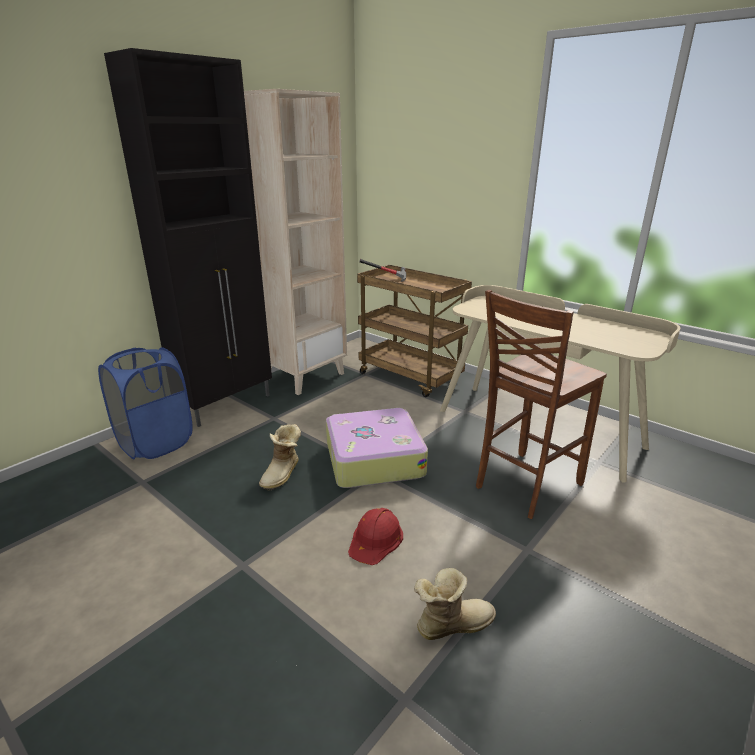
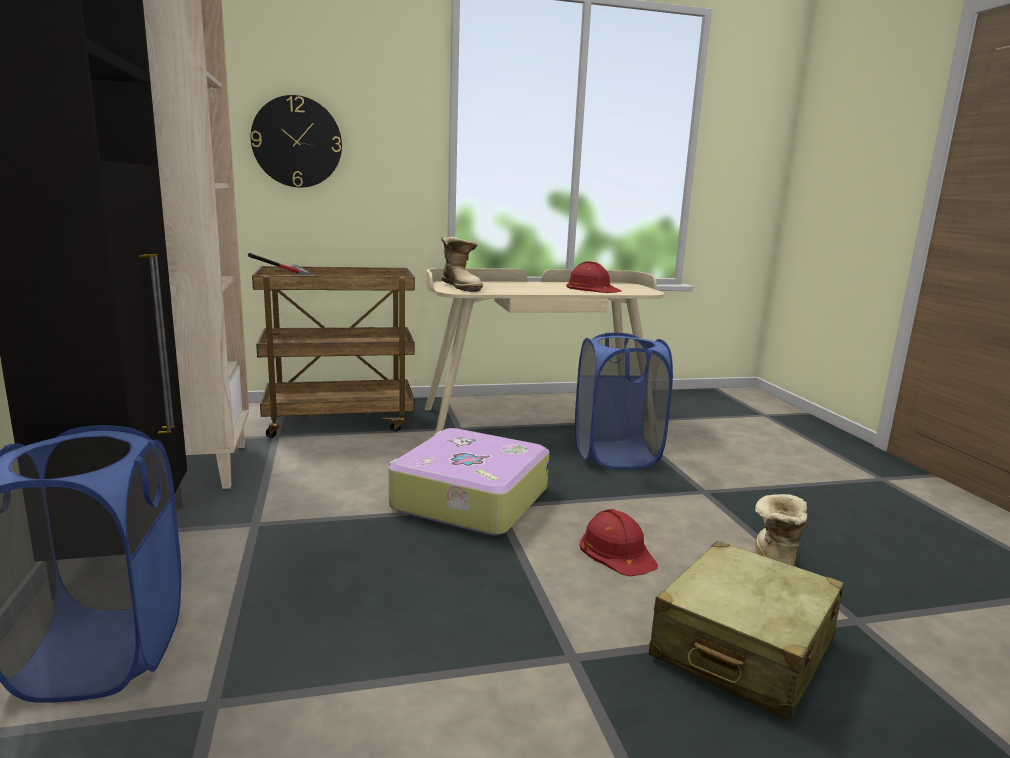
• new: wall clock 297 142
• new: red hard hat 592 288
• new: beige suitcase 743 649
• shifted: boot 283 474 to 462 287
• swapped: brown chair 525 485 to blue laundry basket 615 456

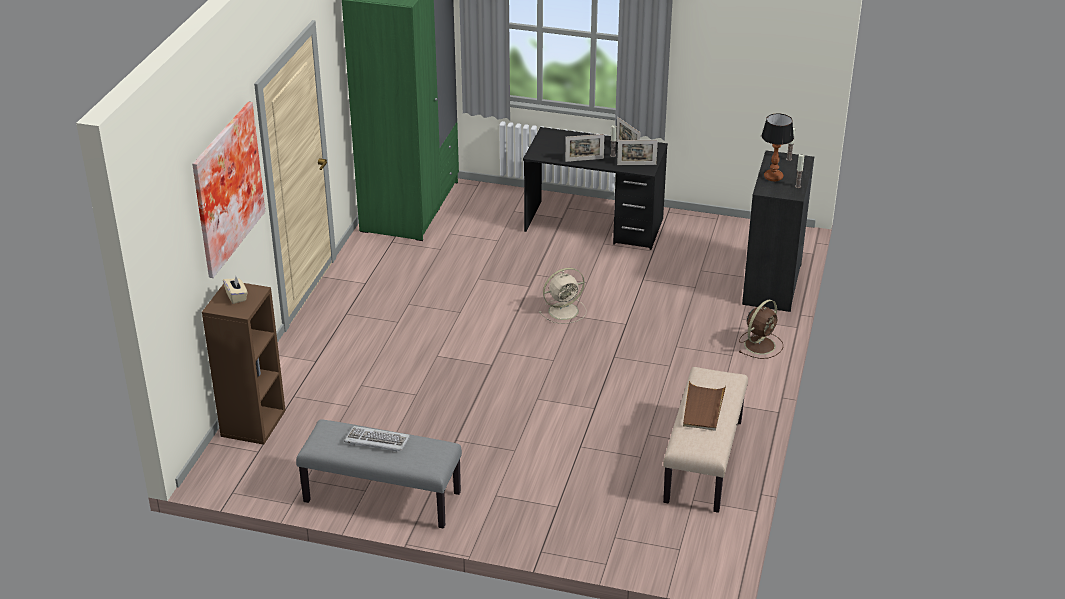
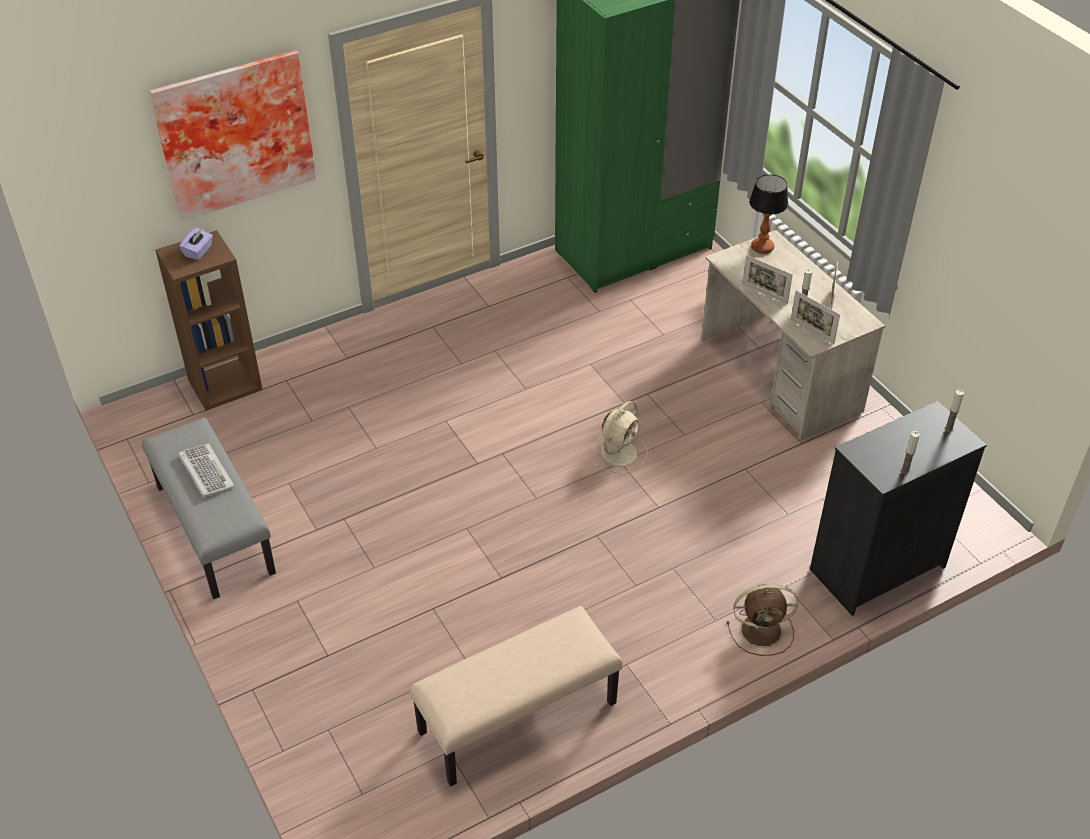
• gone: brown tray 703 408
• shifted: table lamp 773 177 to 762 247
• repainted: beige tissue box 236 296 to purple tissue box 198 251
• repainted: black desk 594 225 to beige desk 779 376
• rotated: beige fan 564 311 = 620 452 75 degrees counterclockwise

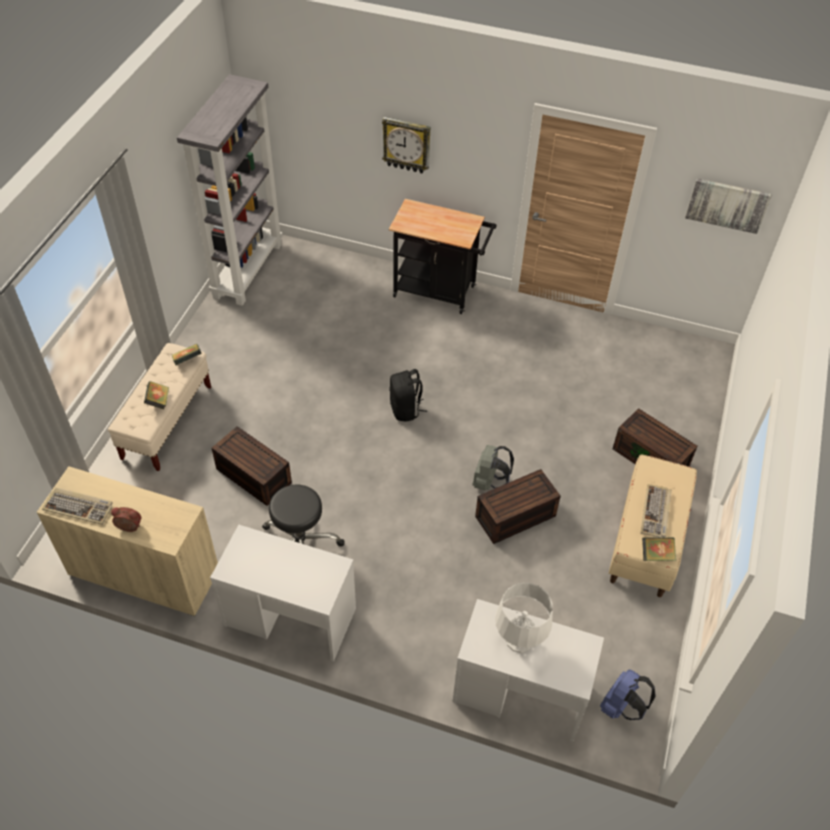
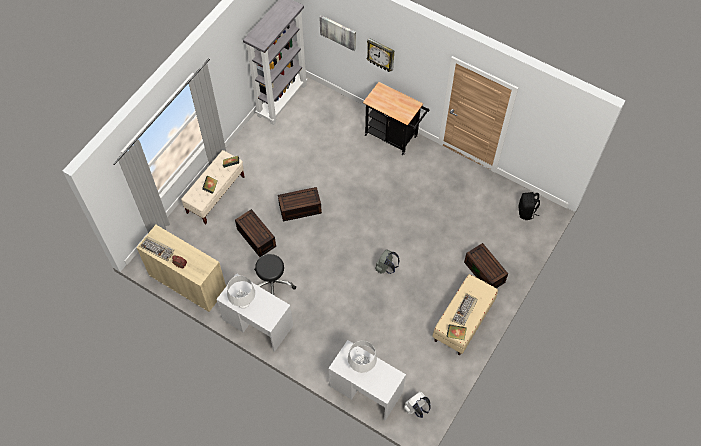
• new: white table lamp 243 302
• shifted: black backpack 405 409 to 526 212
• shifted: brown storage box 515 517 to 299 209
• shifted: picture 727 205 to 338 32
• repainted: blue backpack 621 706 to white backpack 416 408

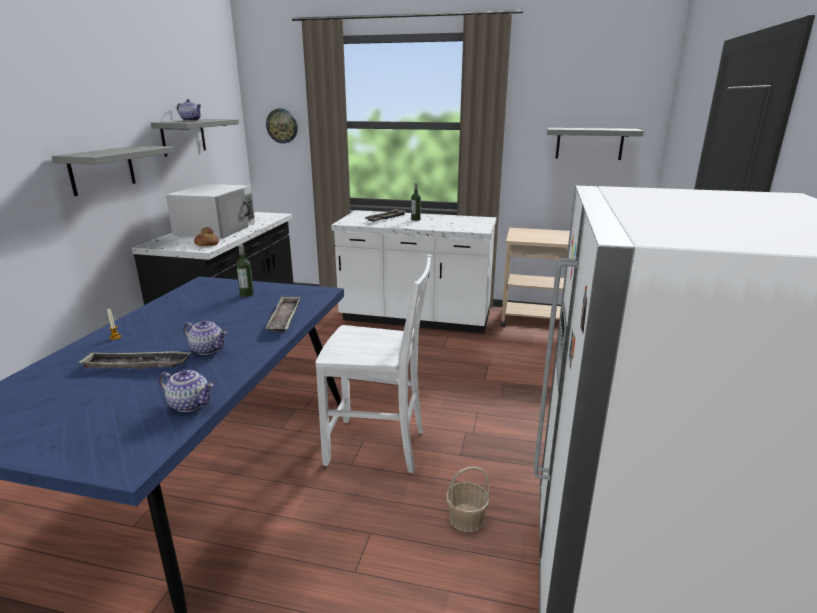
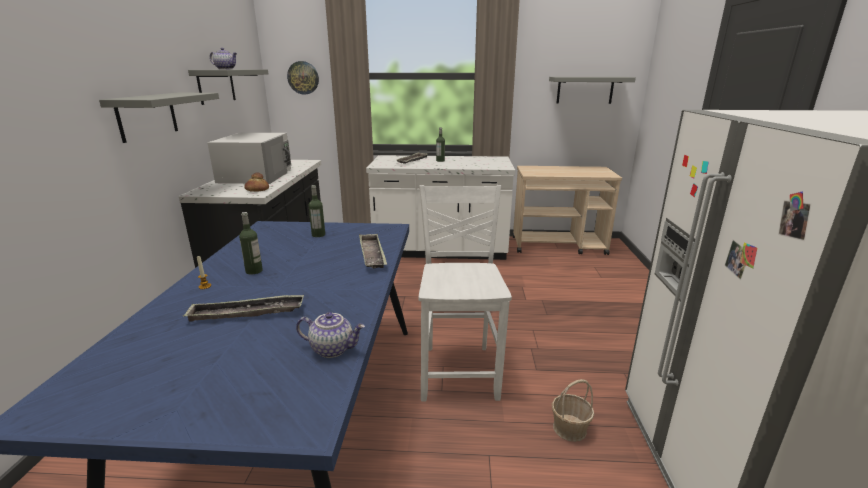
• gone: teapot 208 349
• new: bottle 254 271
• rotated: white chair 378 447 = 459 371 90 degrees counterclockwise

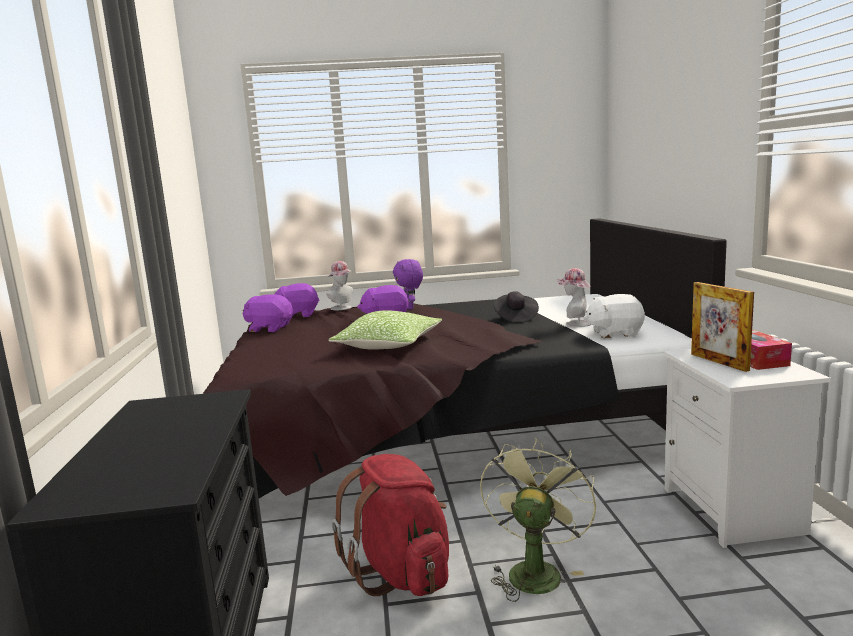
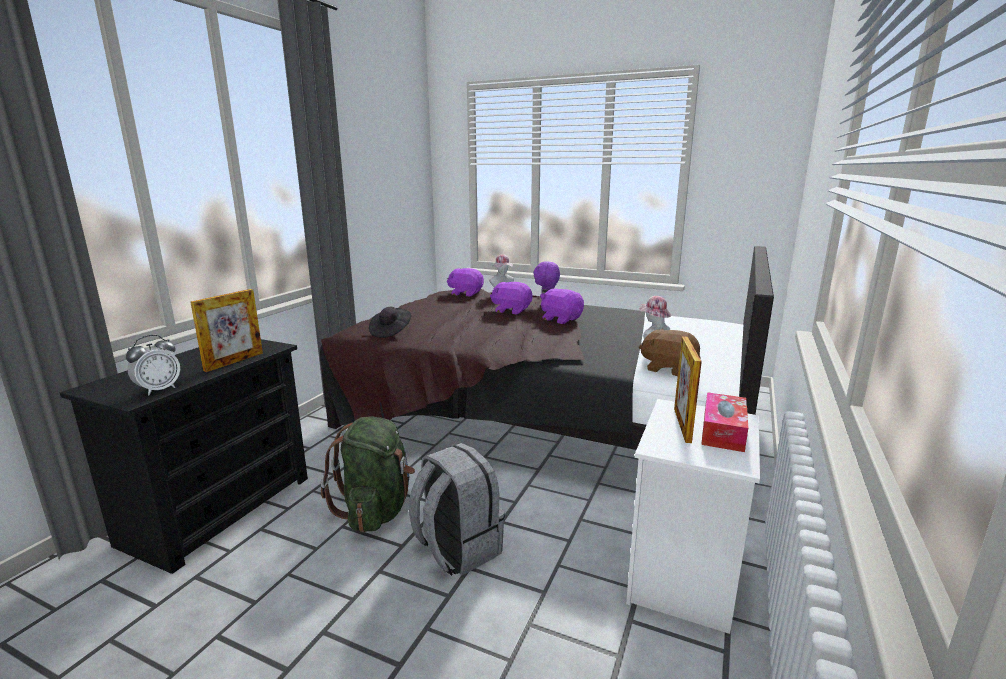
• gone: pillow 389 345
• new: alarm clock 159 390
• new: picture frame 234 361
• shifted: purple plush toy 269 328 to 561 319
• shifted: black hat 515 318 to 390 332
• swapped: green fan 534 570 to grey backpack 456 549
• repainted: red backpack 402 573 to green backpack 376 510
• repainted: white plush toy 614 333 to brown plush toy 668 368

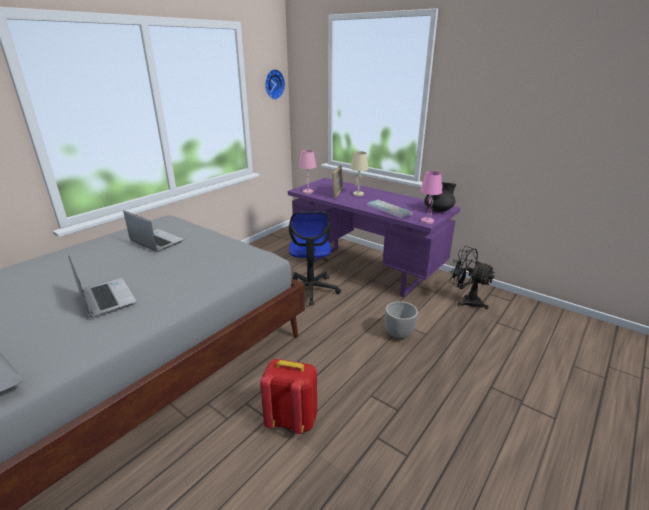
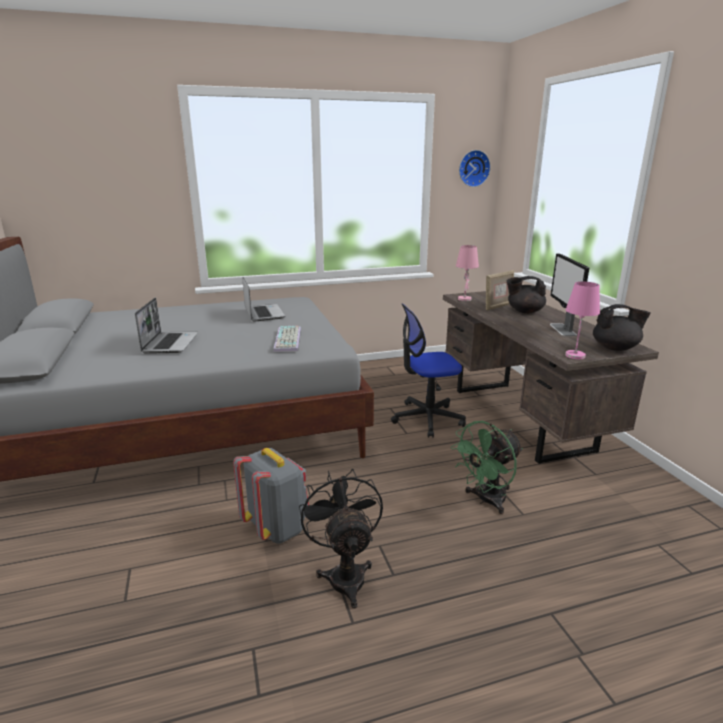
• new: monitor 562 329
• shifted: keyboard 389 209 to 289 340
• shifted: black fan 466 300 to 345 574
• swapped: beige table lamp 358 194 to black teapot 524 311
• swapped: planter 399 334 to green fan 486 500
• repainted: red backpack 291 420 to grey backpack 277 528
• repainted: purple desk 366 269 to brown desk 521 418
• rotated: office chair 310 290 = 427 418 45 degrees clockwise

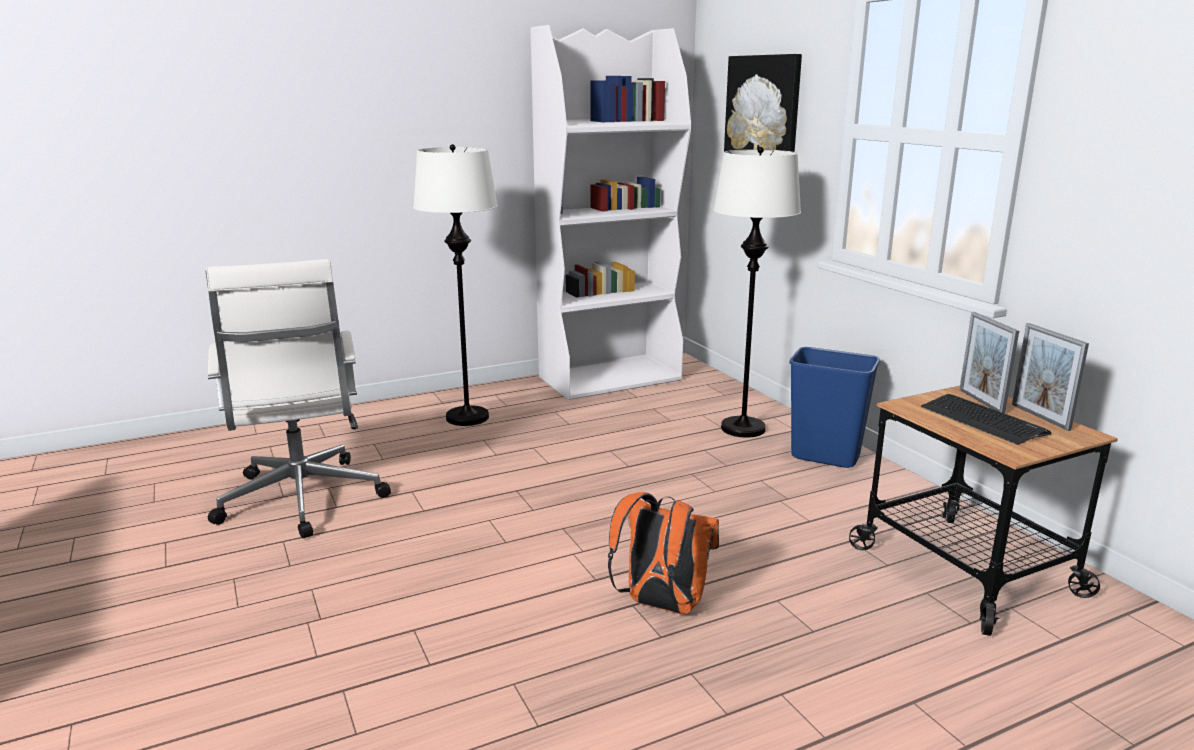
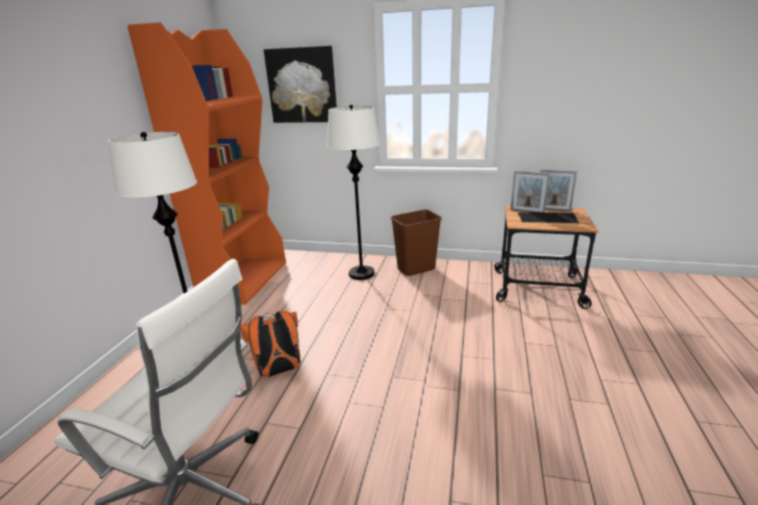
• shifted: orange backpack 660 605 to 278 371
• repainted: white bookcase 610 378 to orange bookcase 244 280
• repainted: blue trash can 826 457 to brown trash can 416 269

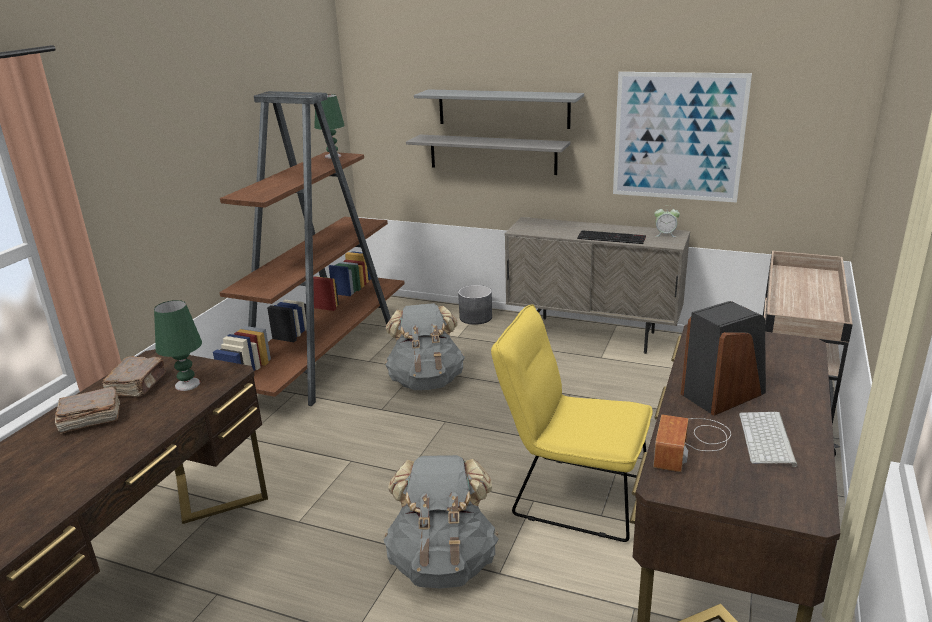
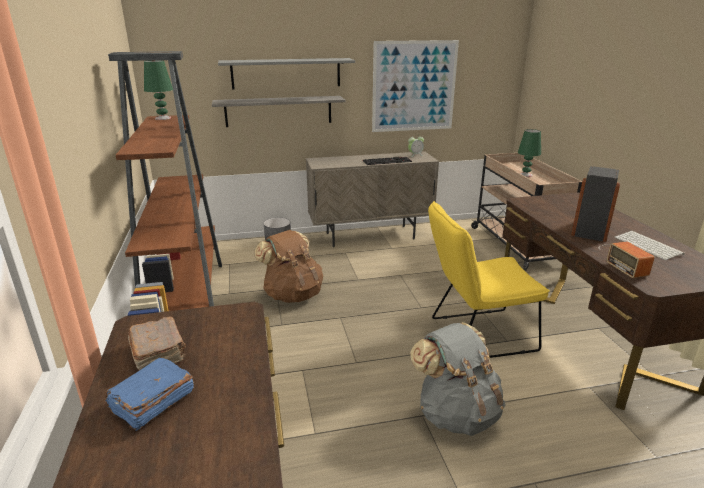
• shifted: green table lamp 187 384 to 525 175
• repainted: brown book 90 419 to blue book 152 403
• repainted: grey backpack 426 381 to brown backpack 293 294

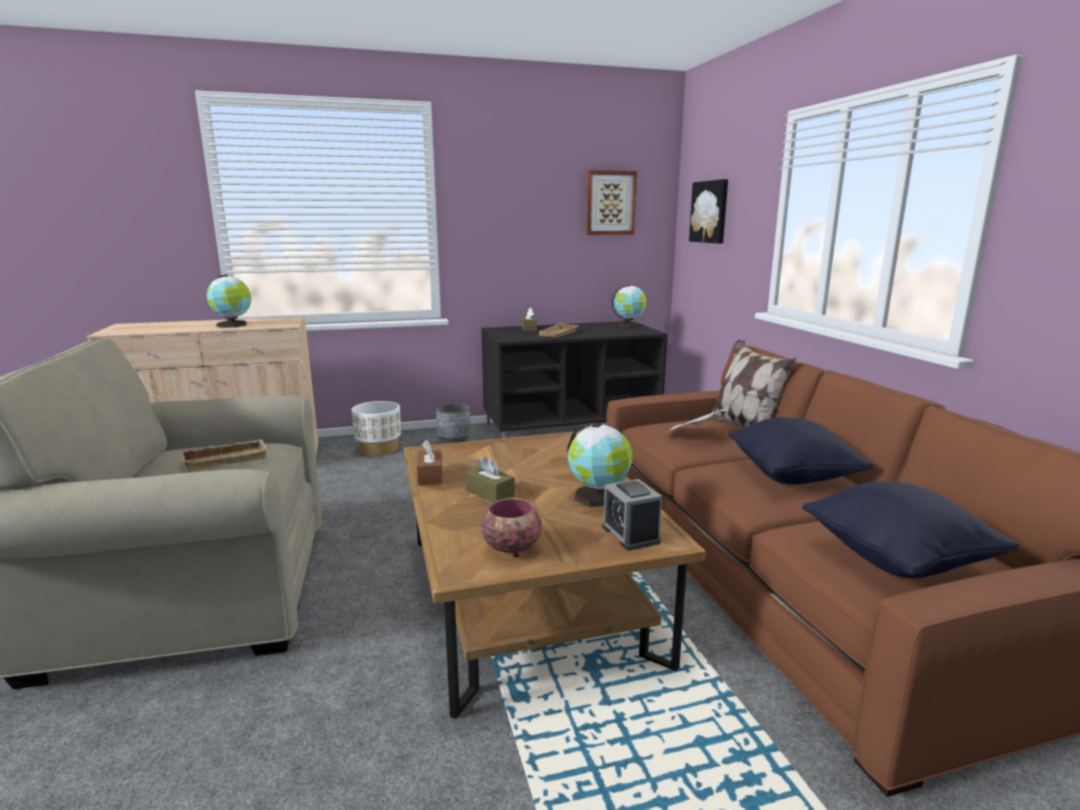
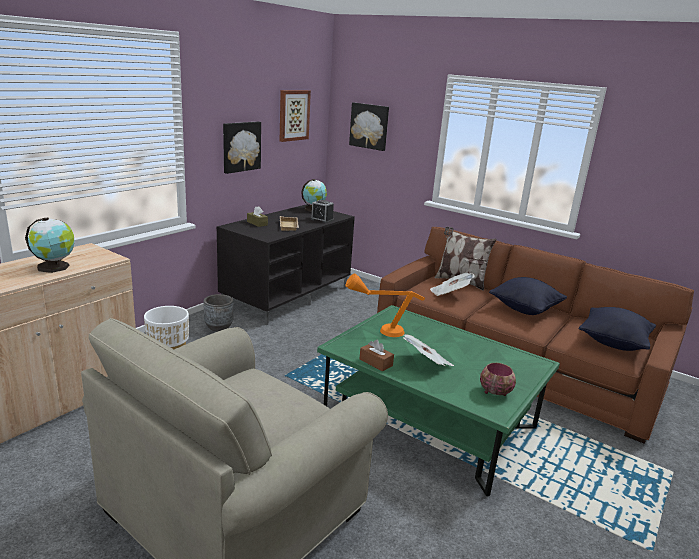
• gone: beige tray 226 458
• gone: globe 598 497
• new: picture 240 146
• new: orange table lamp 379 330
• shifted: alarm clock 630 534 to 322 220
• swapped: brown tissue box 489 493 to newspaper 426 363
• repainted: brown coffee table 527 597 to green coffee table 429 420

